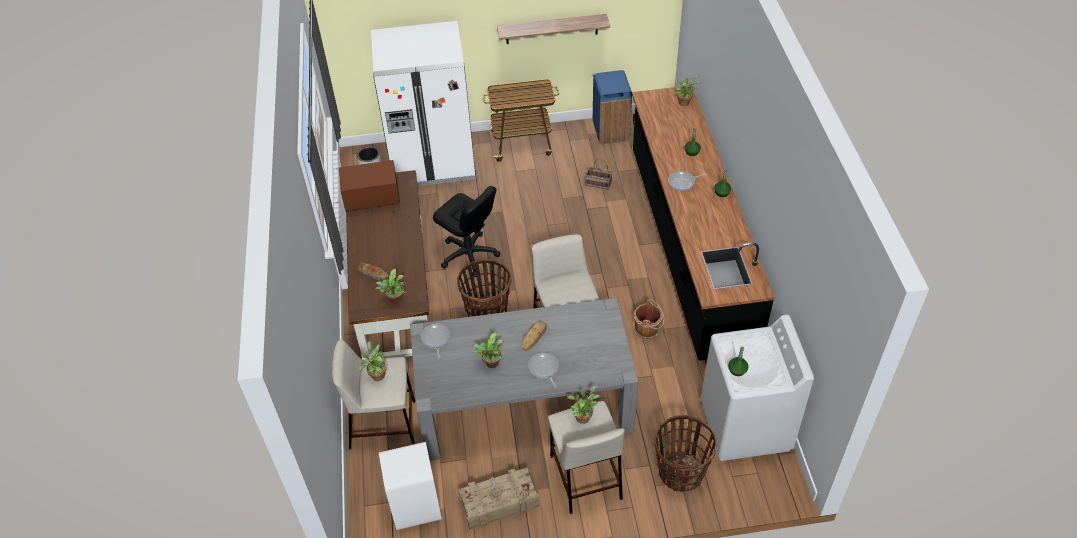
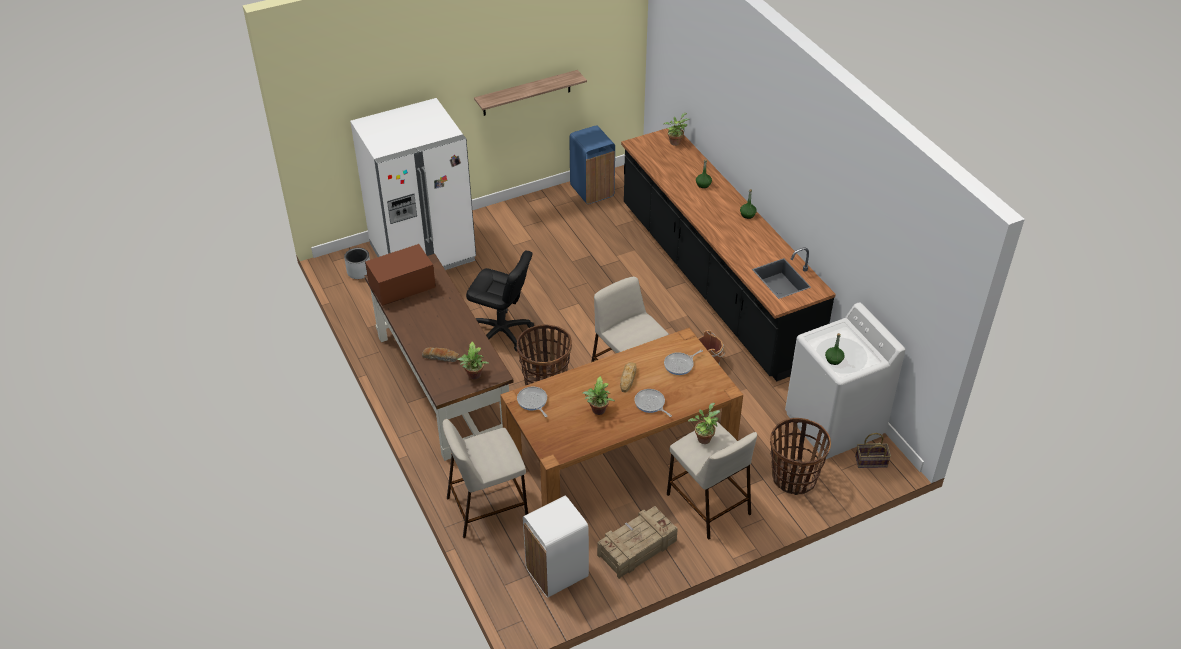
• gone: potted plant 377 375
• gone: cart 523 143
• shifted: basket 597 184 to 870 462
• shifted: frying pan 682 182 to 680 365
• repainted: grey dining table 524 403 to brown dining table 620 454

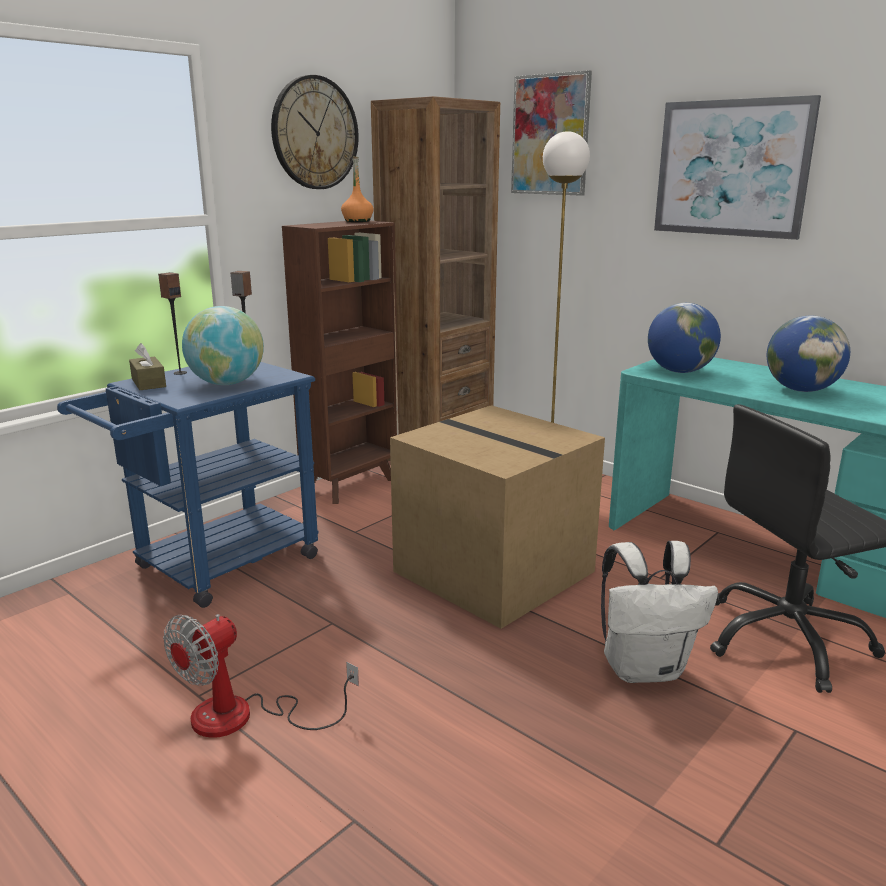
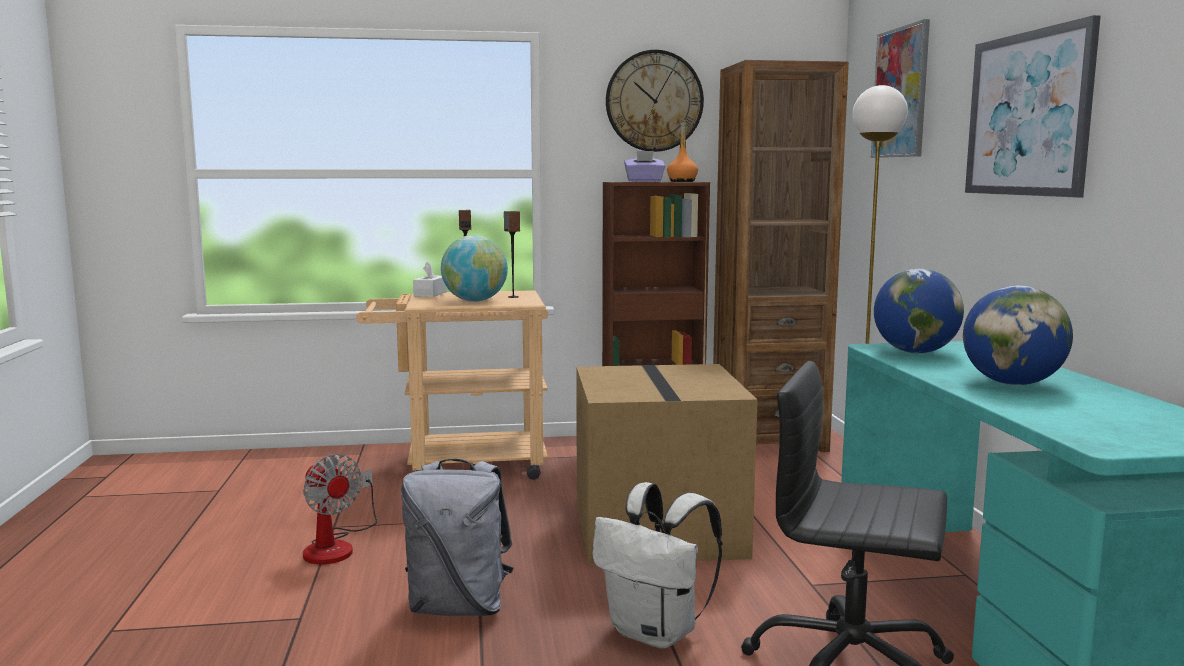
• new: grey backpack 459 607
• new: purple tissue box 644 181
• repainted: blue cart 214 567 to beige cart 461 465
• repainted: brown tissue box 148 383 to white tissue box 430 294
• rotated: fan 243 717 = 336 546 120 degrees counterclockwise

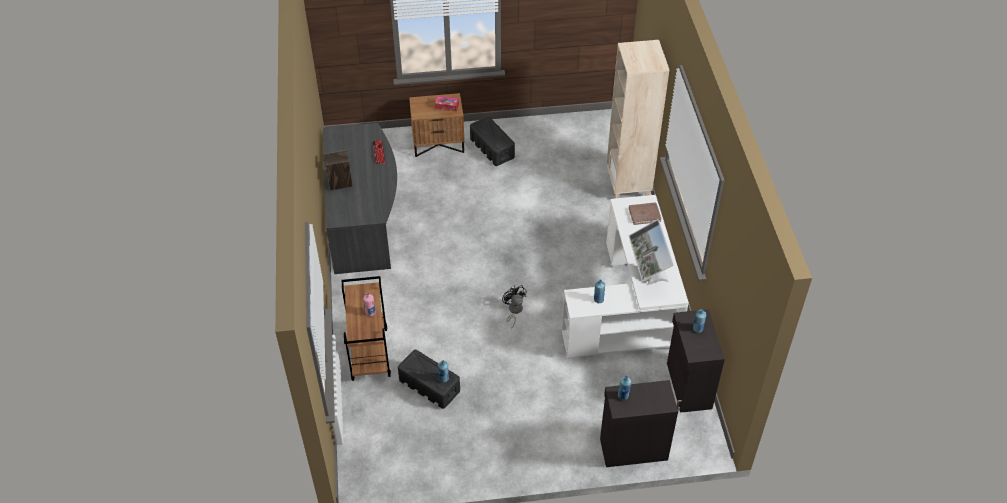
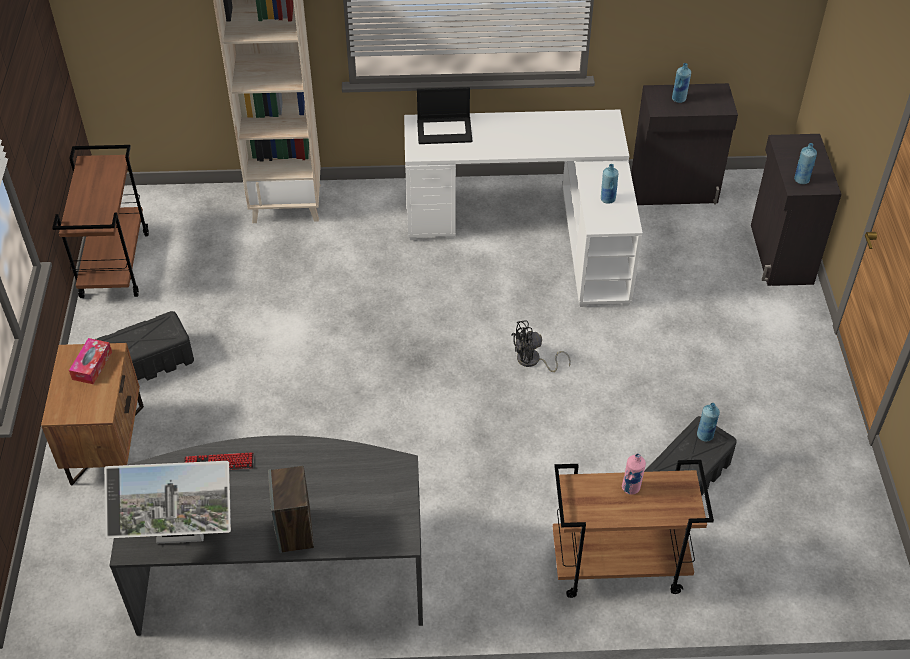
• new: brown cart 114 264
• shifted: monitor 648 275 to 180 539
• swapped: brown book 644 214 to laptop 445 130

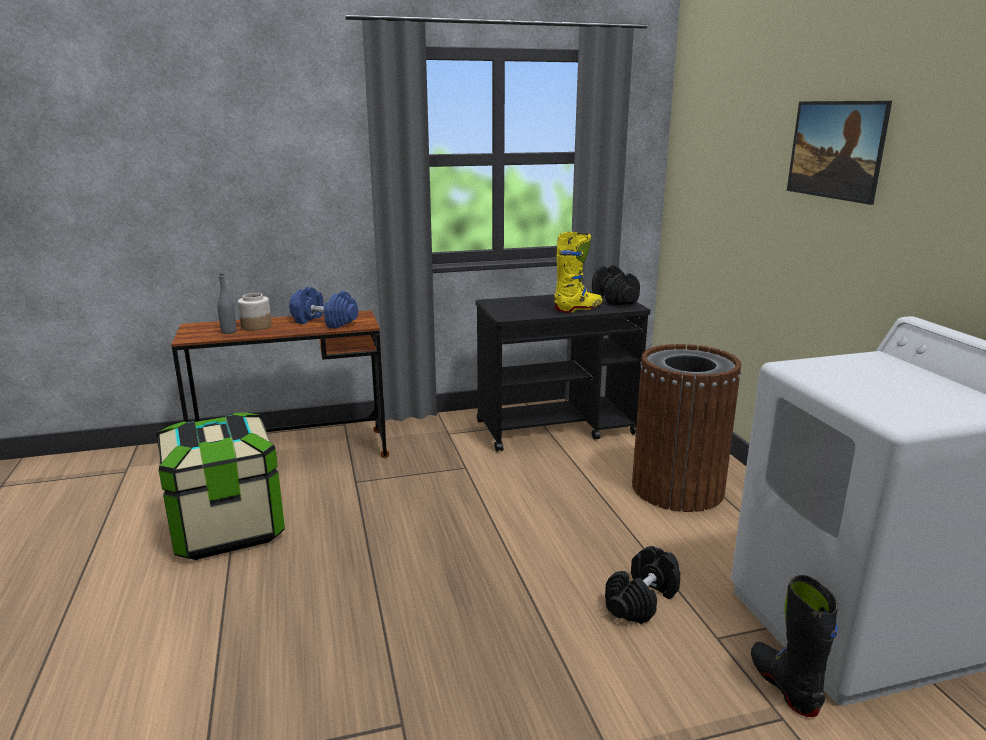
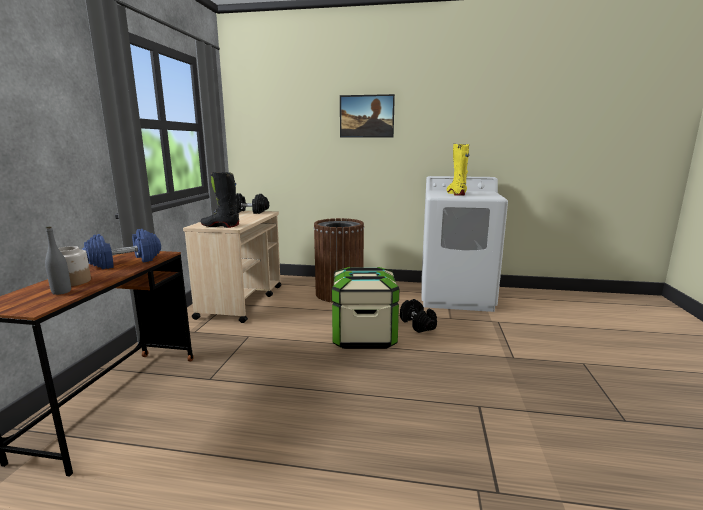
• shifted: storage box 227 529 to 364 336
• shifted: yellow boot 578 309 to 456 194
• shifted: black boot 784 685 to 220 226
• repainted: black cart 557 428 to beige cart 242 301

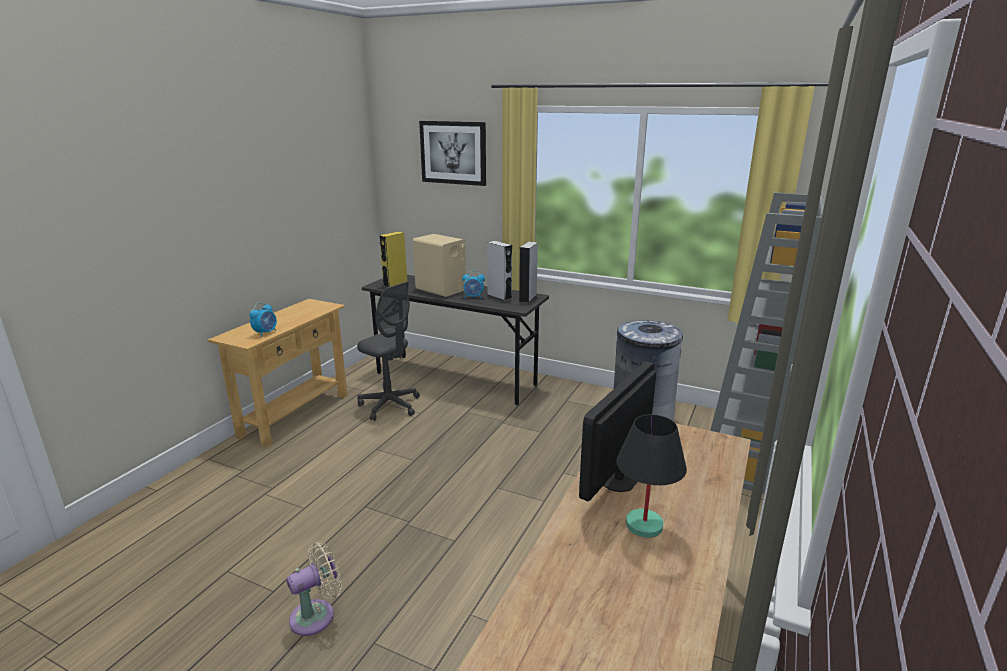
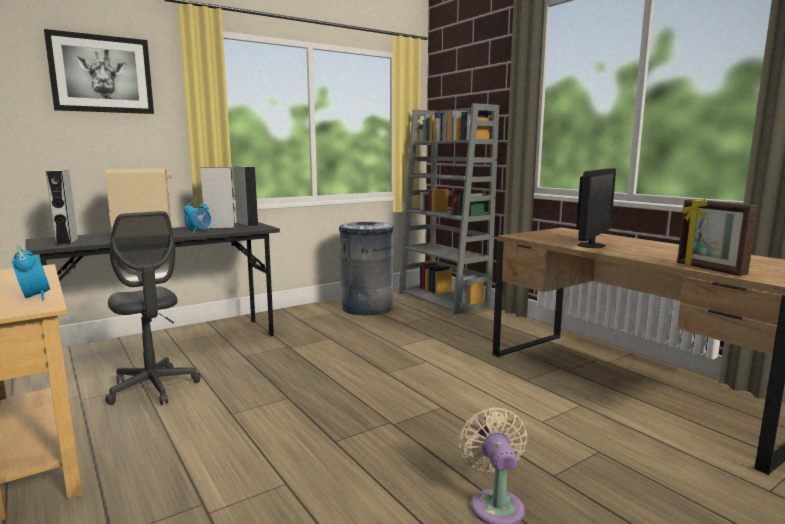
• gone: black table lamp 644 526
• new: picture frame 709 269
• repainted: yellow speaker 395 284 to grey speaker 67 242
• rotated: grey office chair 390 406 = 153 388 75 degrees clockwise
• rotated: monitor 618 480 = 591 245 120 degrees counterclockwise

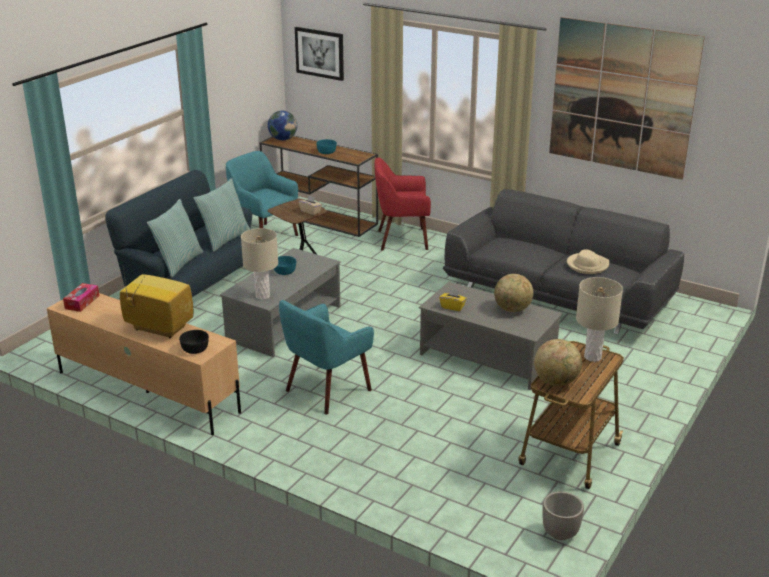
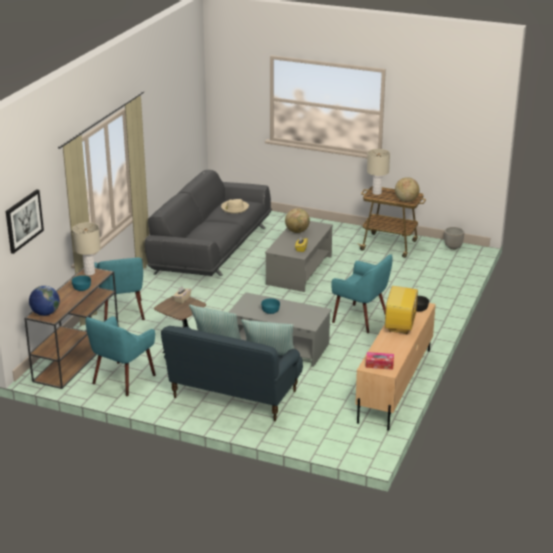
• gone: picture 622 98
• shifted: beige table lamp 263 296 to 89 273
• repainted: red armchair 401 239 to turquoise armchair 122 312

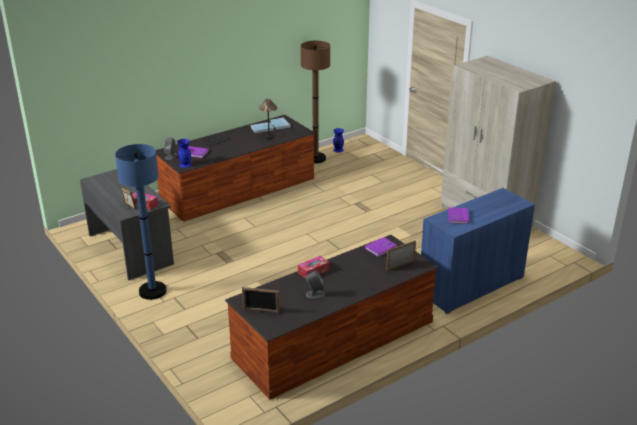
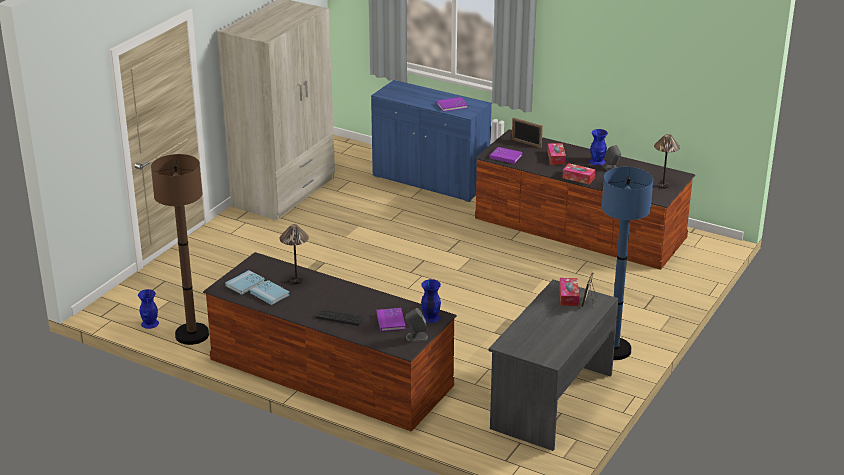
• new: tissue box 556 158
• new: blue vase 597 161
• swapped: picture frame 261 311 to table lamp 662 186

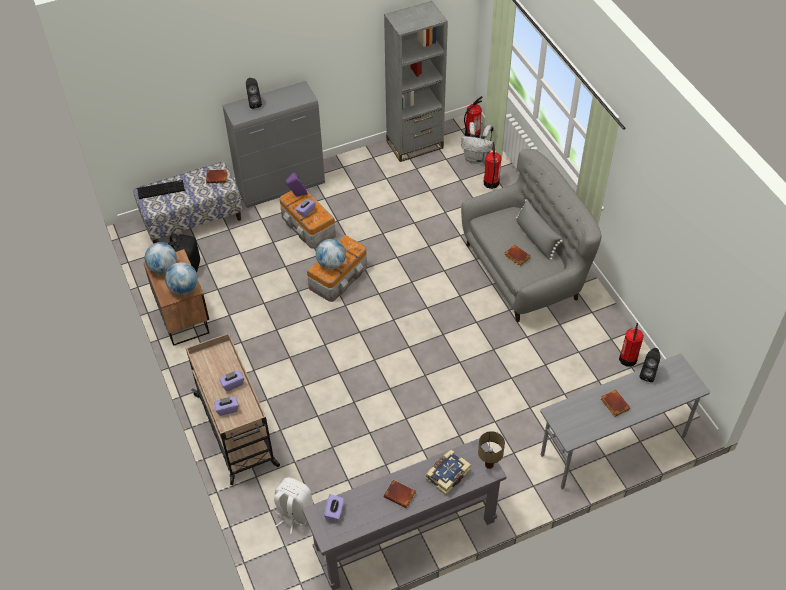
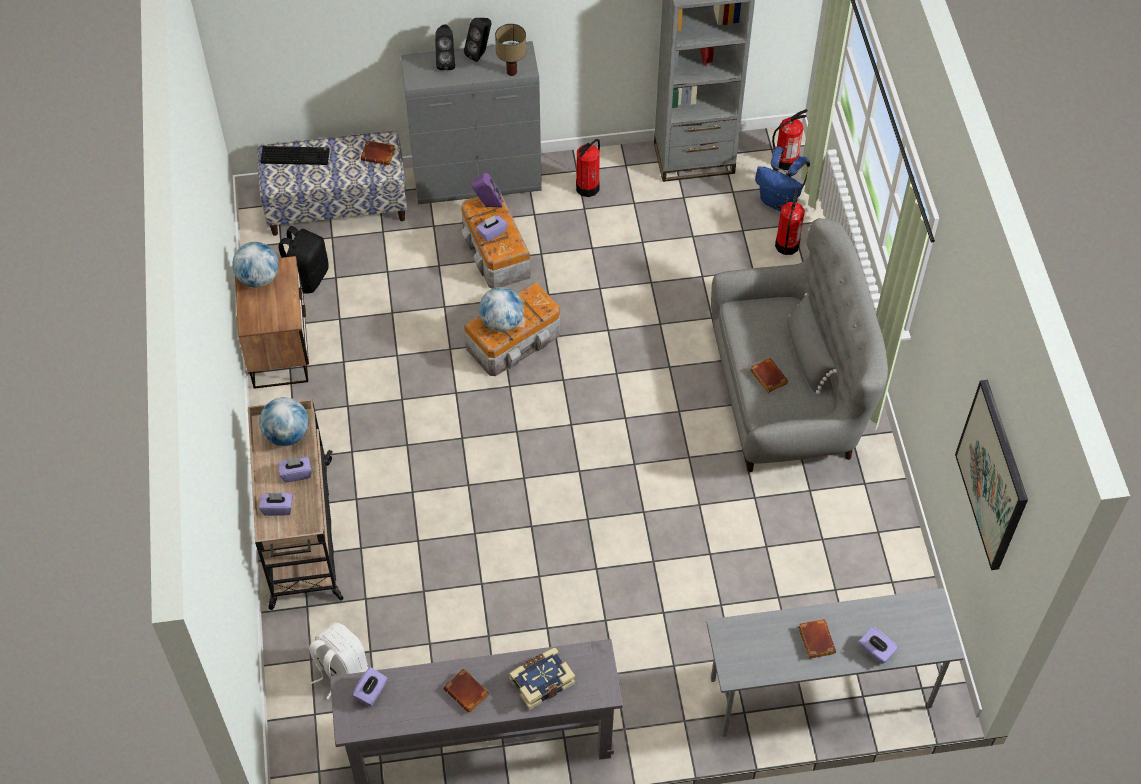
• new: purple tissue box 876 651
• new: picture 993 475
• shifted: globe 183 288 to 287 435
• shifted: table lamp 489 465 to 511 72
• shifted: fire extinguisher 628 359 to 588 187
• shifted: black speaker 648 374 to 480 53
• repainted: white backpack 477 158 to blue backpack 779 201

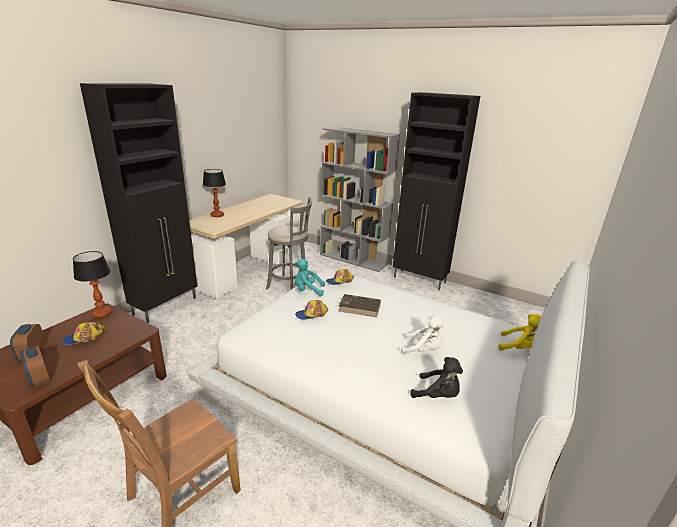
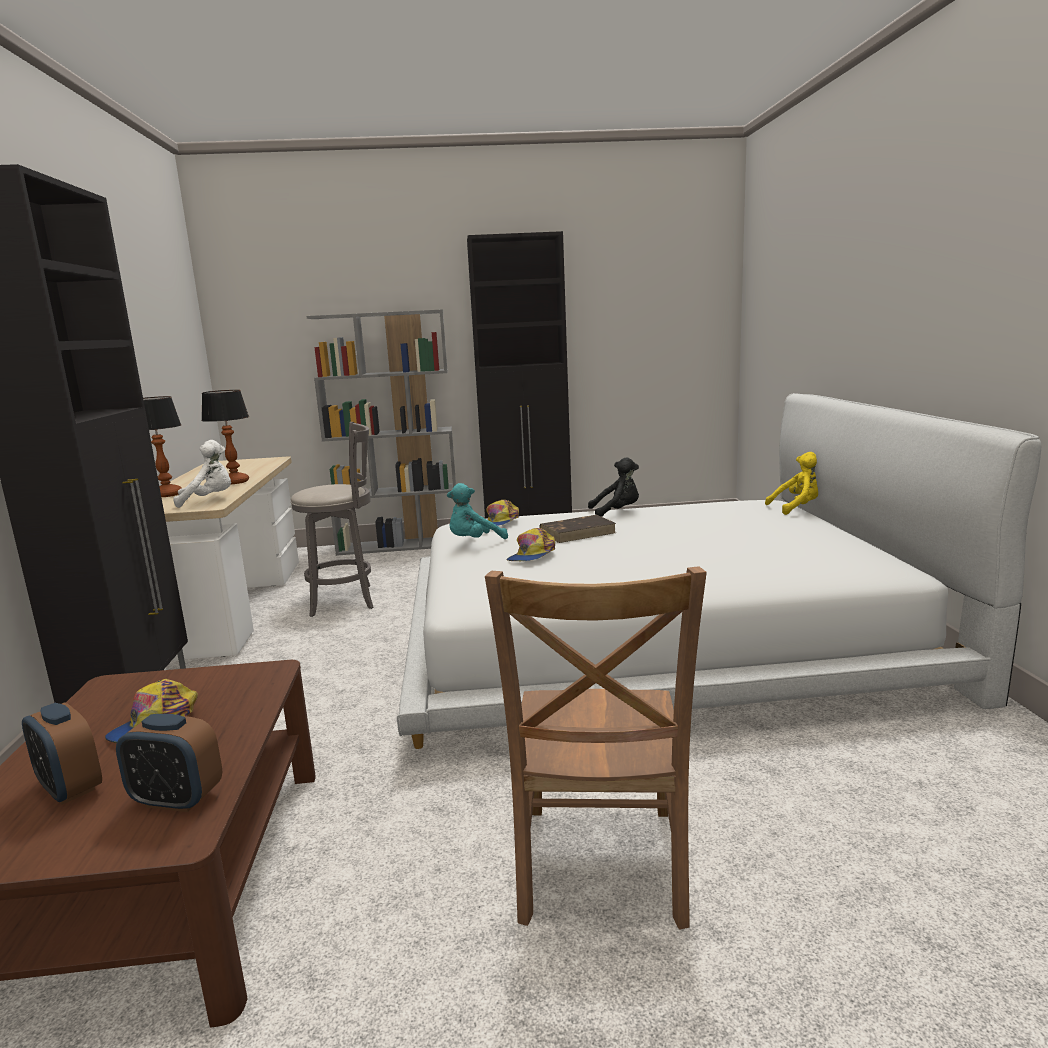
• shifted: table lamp 102 313 to 235 482
• shifted: white plush toy 423 350 to 209 500
• shifted: black plush toy 437 395 to 617 512

